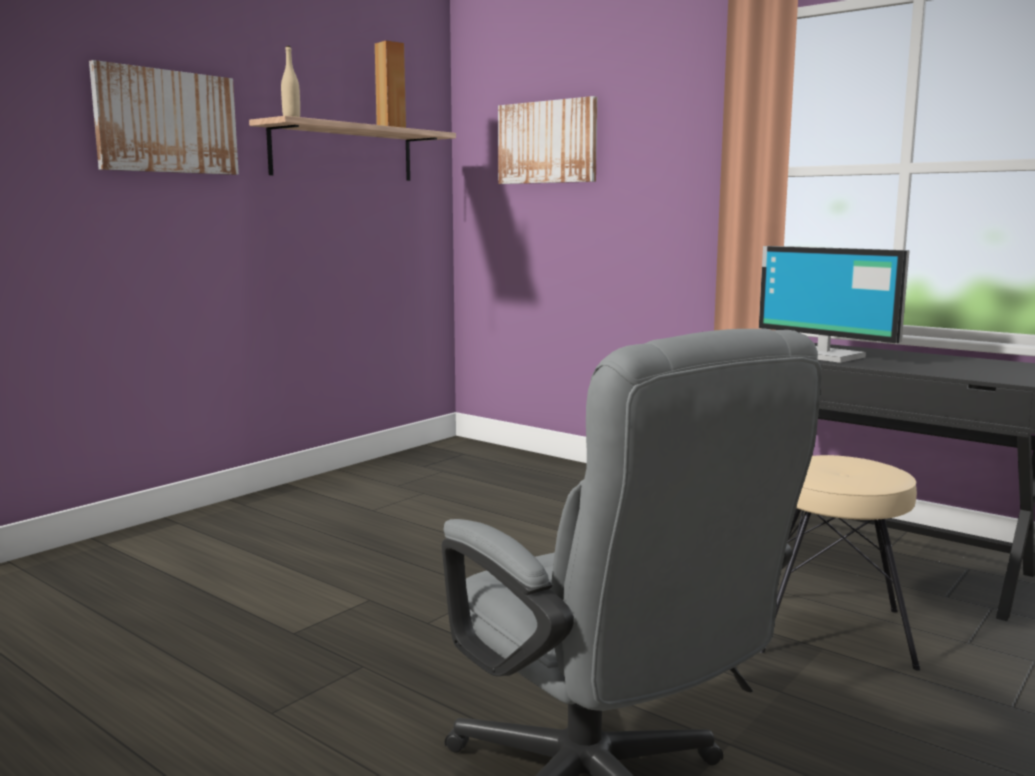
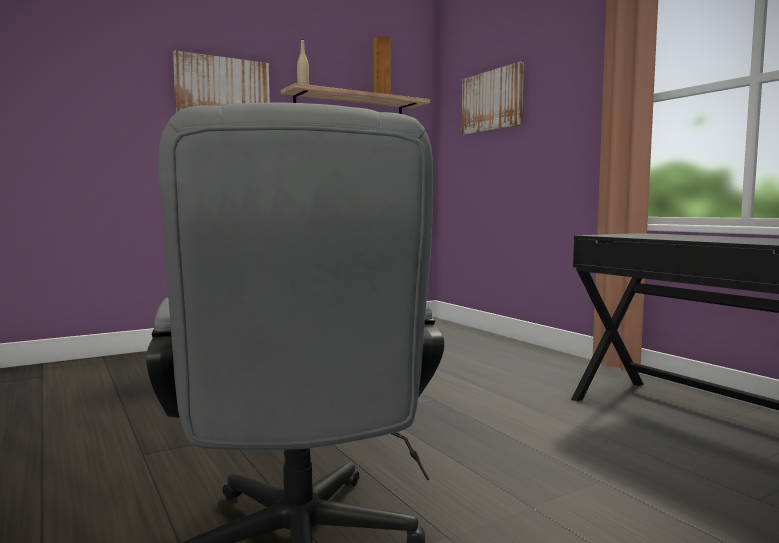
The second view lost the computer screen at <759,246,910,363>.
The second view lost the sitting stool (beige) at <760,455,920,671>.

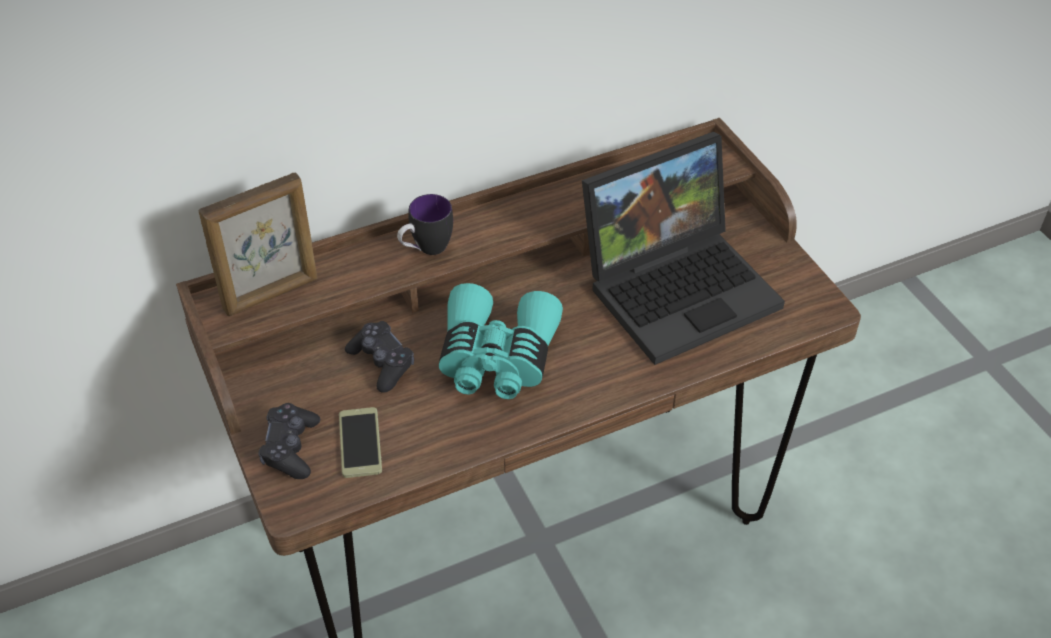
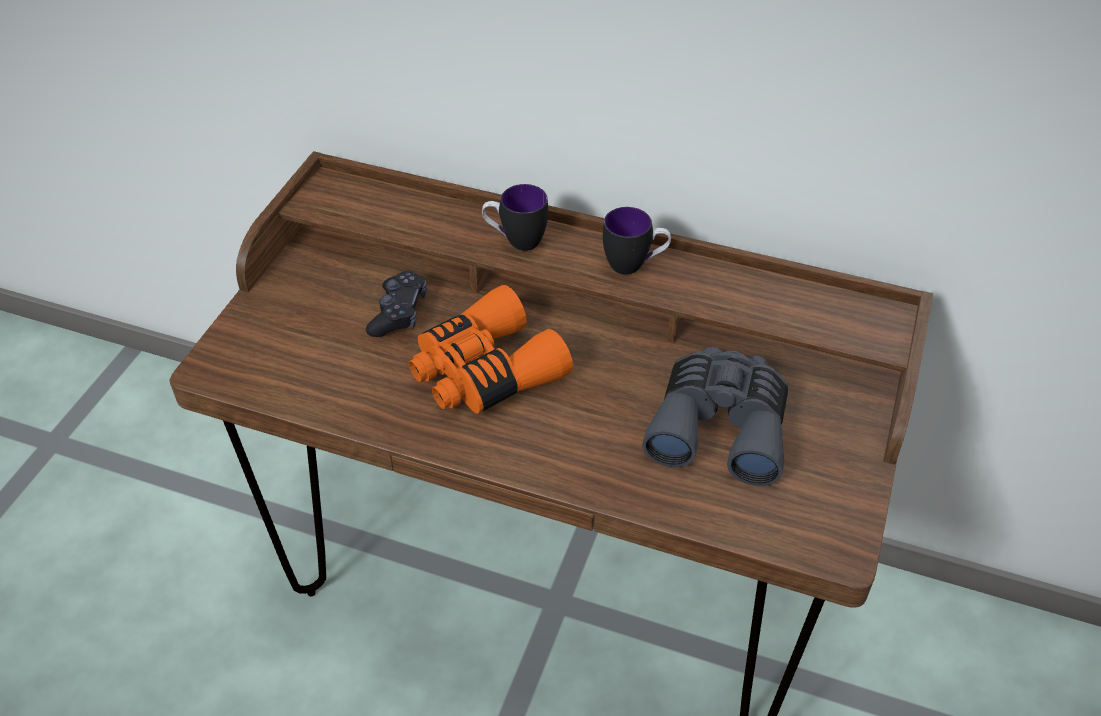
What was the pair of binoculars (blue-green) at <439,283,563,399> turned into the pair of binoculars (orange) at <409,285,573,414>.
The second view gained the coffee mug at <603,207,671,275>.
Where the notebook computer stood at <582,132,785,365>, the pair of binoculars (greyish) came to stand at <642,347,788,486>.
The second view lost the standing frame at <198,172,318,316>.
The second view lost the game controller (blackish) at <258,403,320,479>.
The second view lost the telephone at <339,407,382,478>.

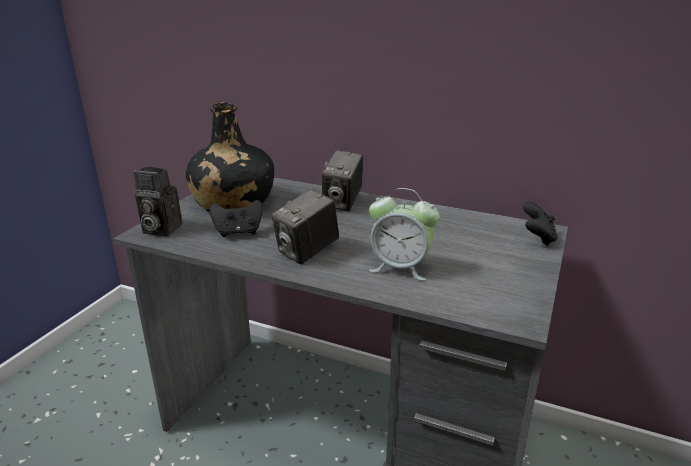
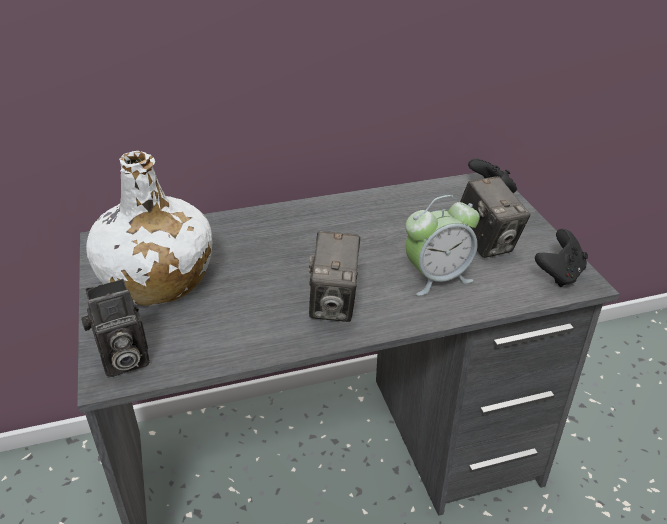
What was the bottle (blackish) at <186,102,274,212> turned into the bottle (white) at <86,151,212,306>.
The photo camera ended up elsewhere, having gone from <322,150,363,211> to <460,176,530,258>.
The game controller (blackish) ended up elsewhere, having gone from <209,200,263,237> to <535,229,588,287>.

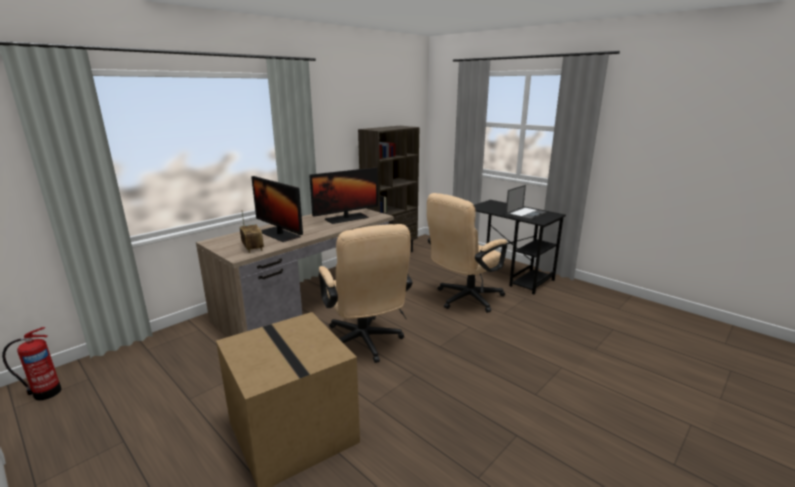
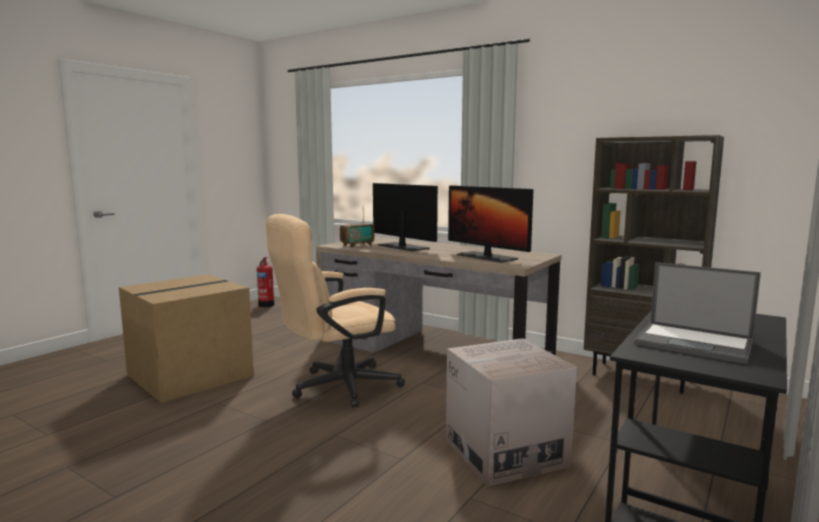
The computer screen at <251,176,303,242> ended up facing another way, 105 degrees clockwise from before.
Where the computer chair (beige) stood at <427,193,507,313>, the carton came to stand at <446,338,577,486>.

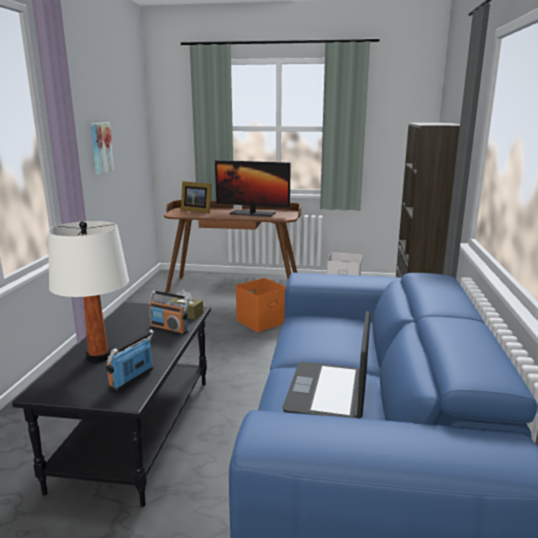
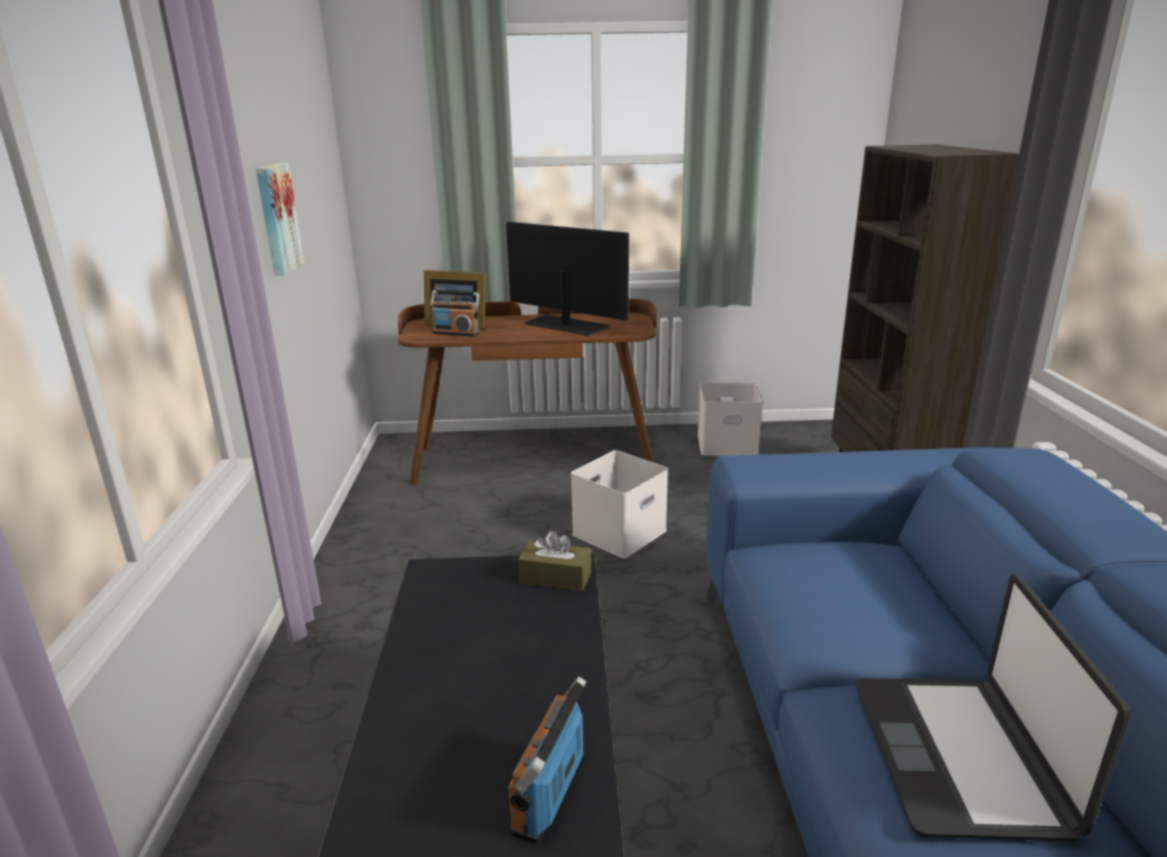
The radio ended up elsewhere, having gone from <149,290,190,335> to <430,290,480,337>.
The computer screen at <215,160,291,217> ended up facing another way, 150 degrees counterclockwise from before.
What was the storage box (orange) at <236,278,286,332> turned into the storage box (white) at <571,450,668,558>.
The second view lost the lamp for a table (white) at <48,221,129,362>.

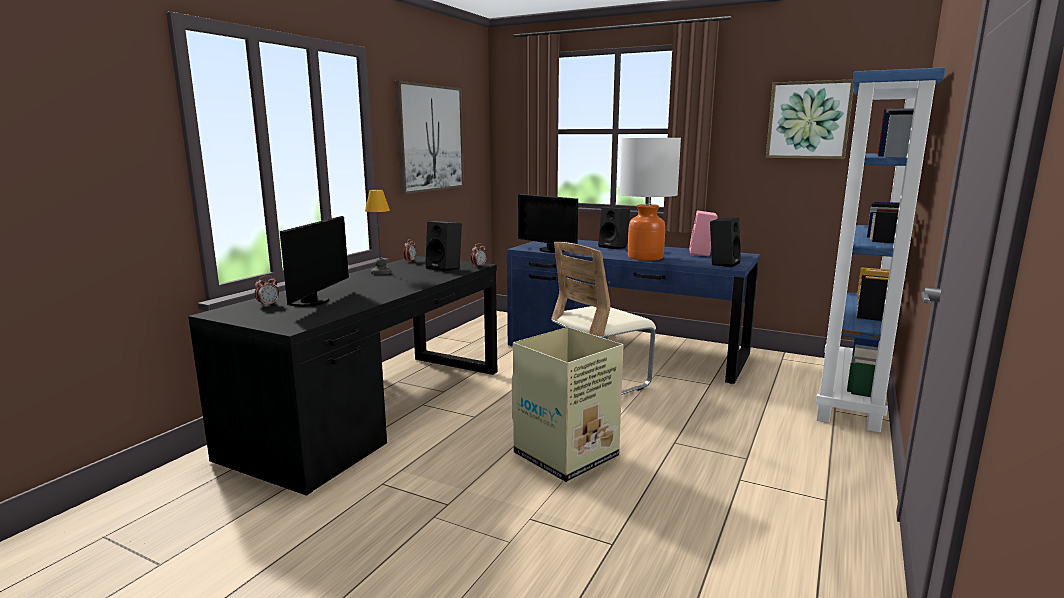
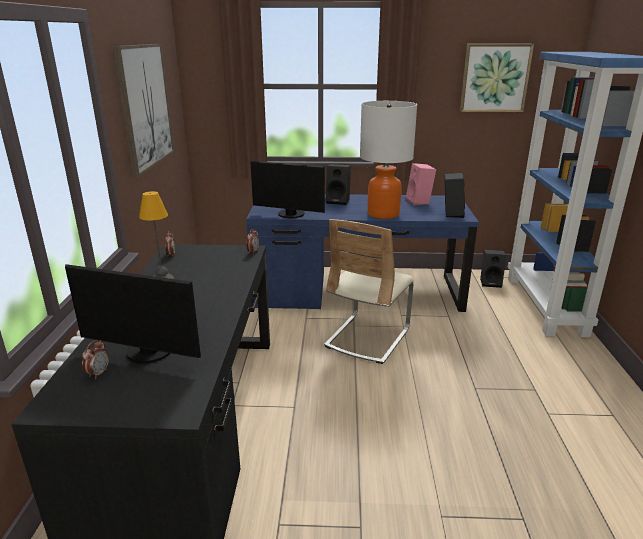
The computer screen at <280,216,349,307> ended up facing another way, 120 degrees clockwise from before.
The loudspeaker (blackish) ended up elsewhere, having gone from <425,221,462,272> to <480,249,506,288>.
The second view lost the carton at <512,327,623,482>.

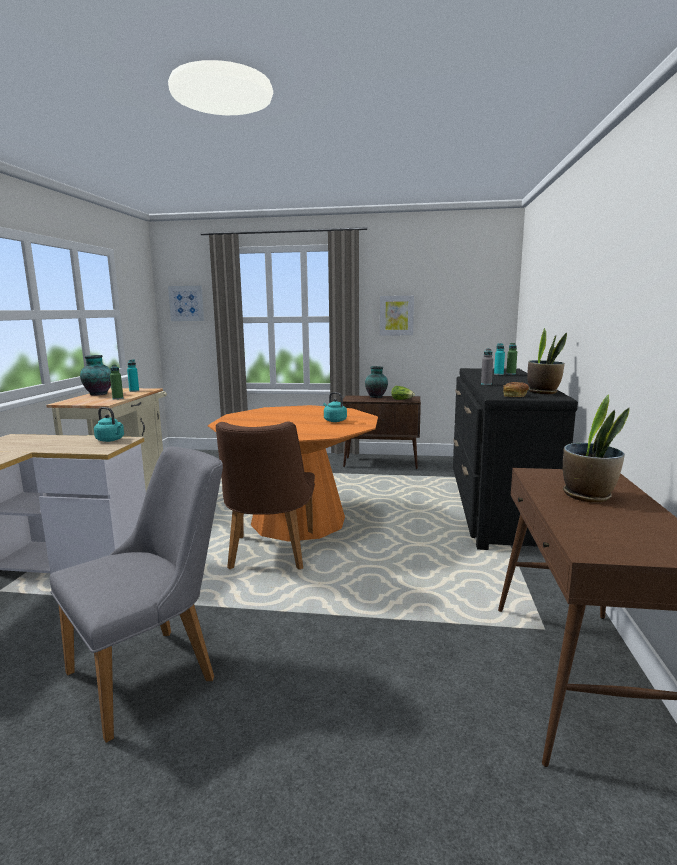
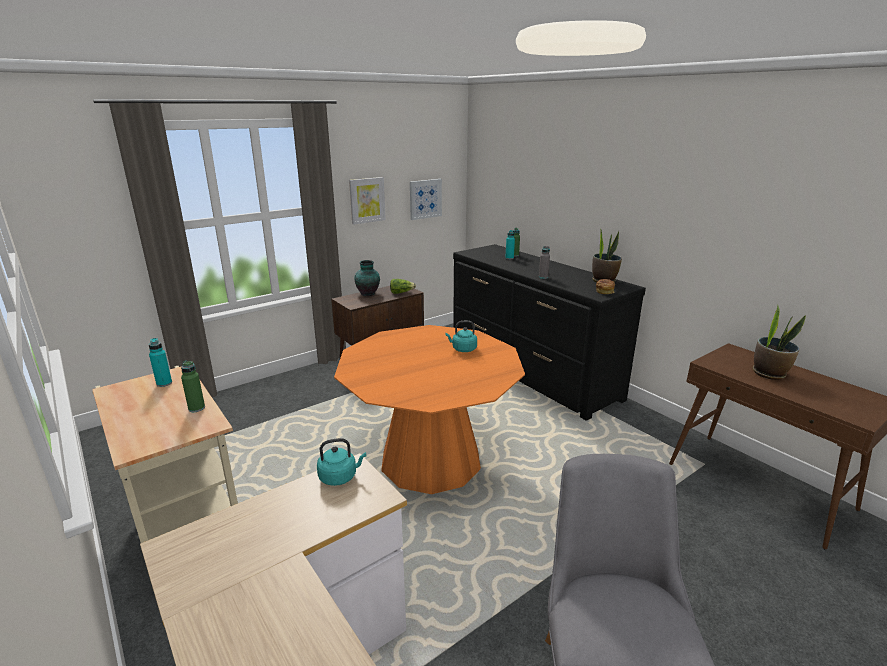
The wall art ended up elsewhere, having gone from <168,286,204,321> to <410,179,442,220>.
The second view lost the vase at <80,355,111,396>.
The second view lost the plain chair (brown) at <216,422,315,570>.

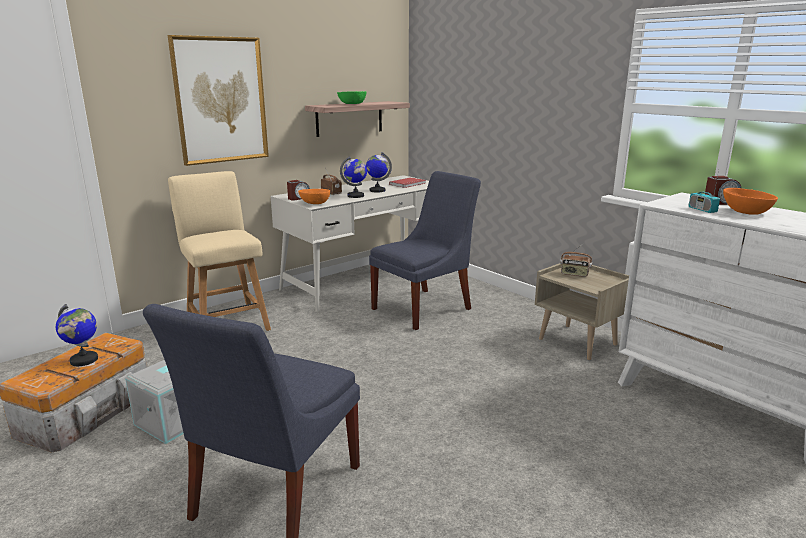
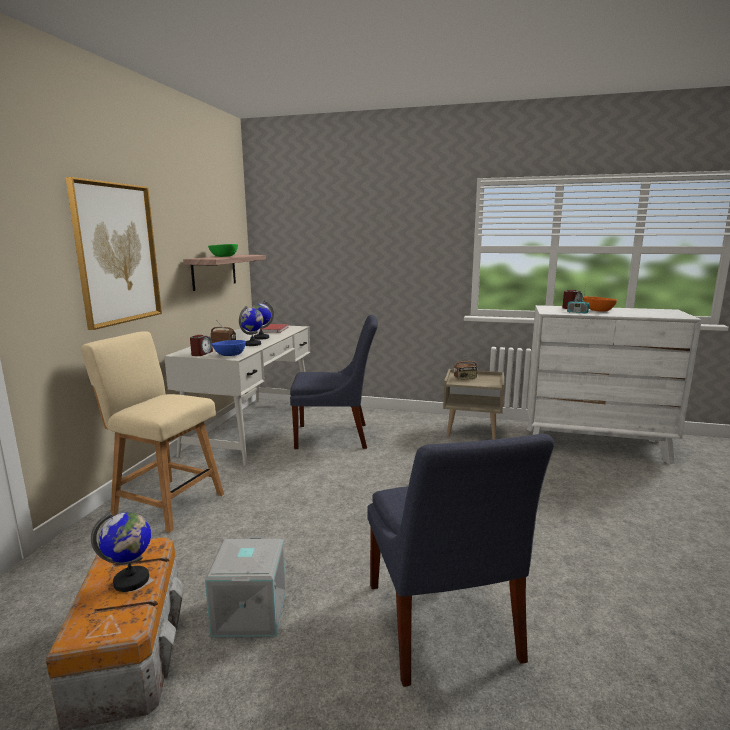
What was the bowl (orange) at <298,189,330,204> turned into the bowl (blue) at <212,340,246,356>.
The plain chair (blue) at <369,171,481,330> ended up facing another way, 75 degrees clockwise from before.

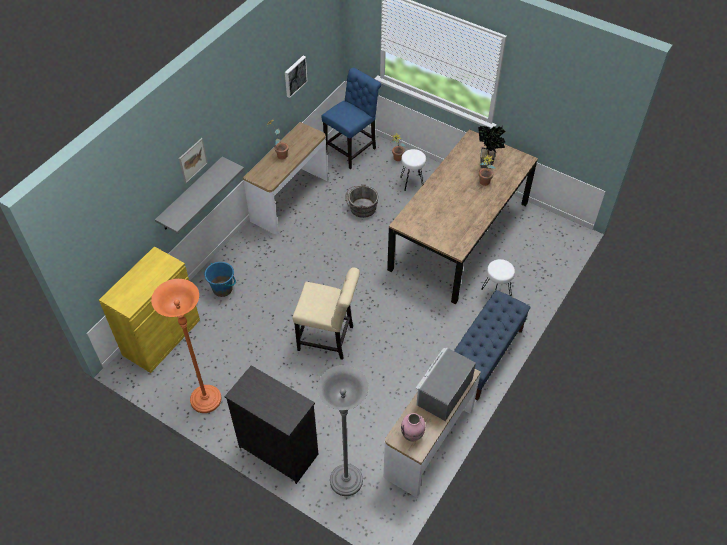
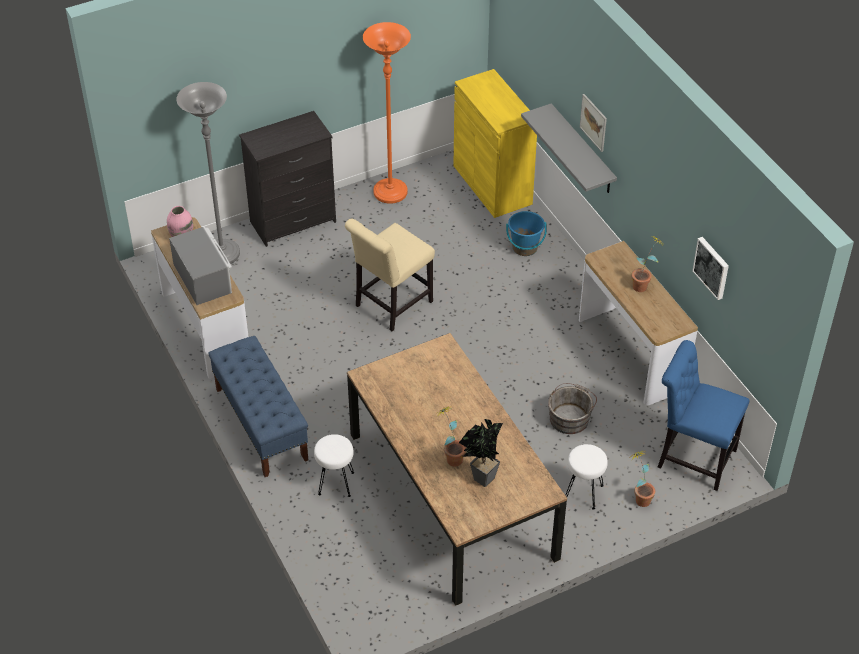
The plain chair (blue) at <321,68,381,169> ended up facing another way, 135 degrees clockwise from before.

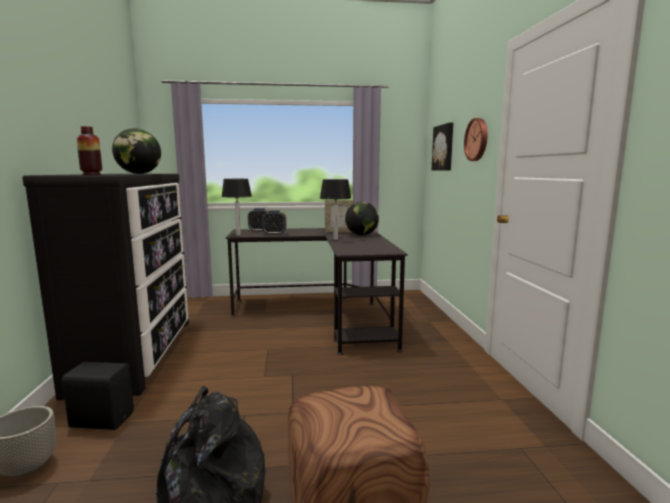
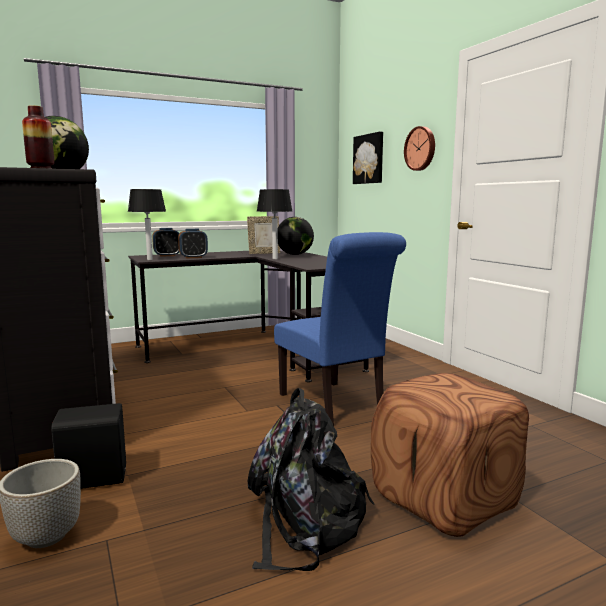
The second view gained the plain chair (blue) at <274,232,406,426>.

